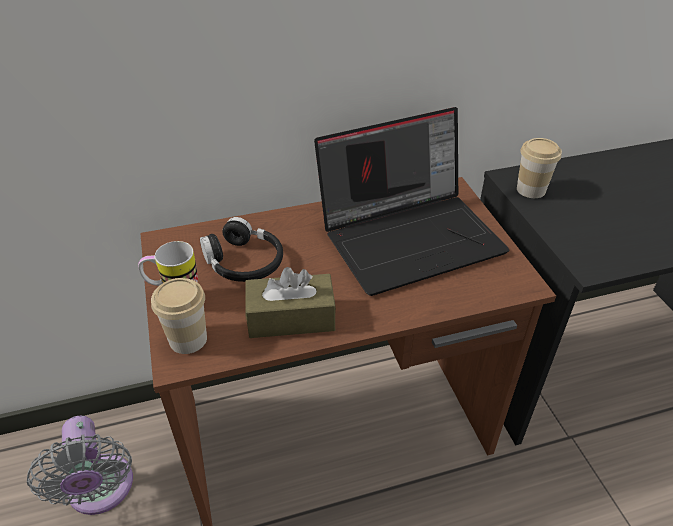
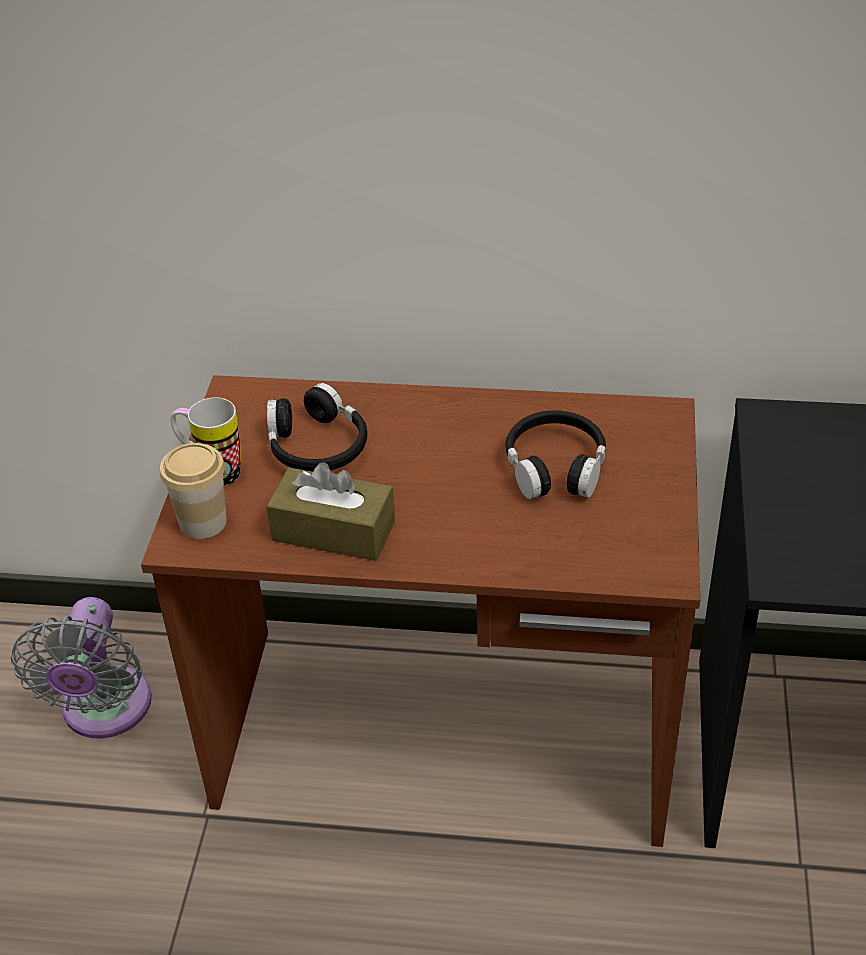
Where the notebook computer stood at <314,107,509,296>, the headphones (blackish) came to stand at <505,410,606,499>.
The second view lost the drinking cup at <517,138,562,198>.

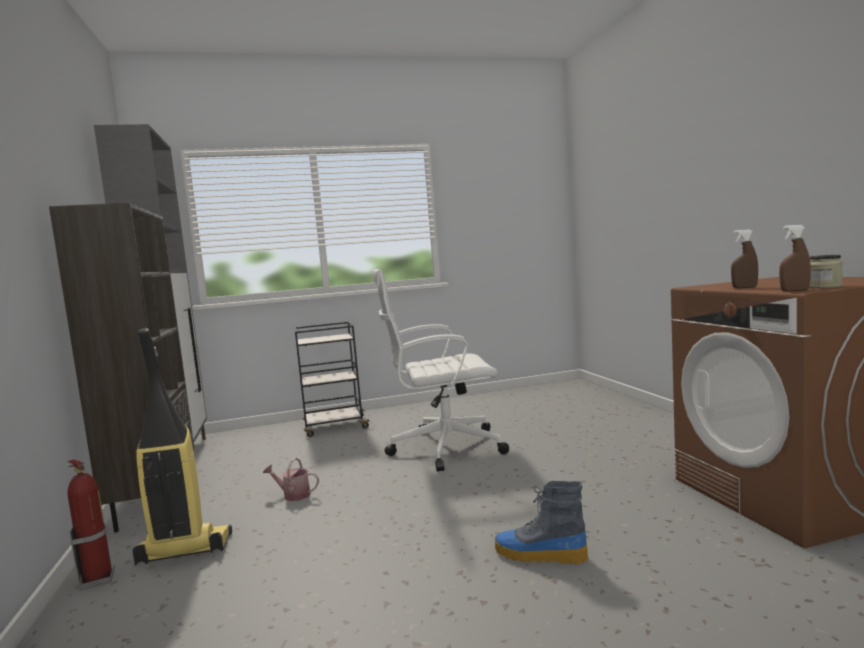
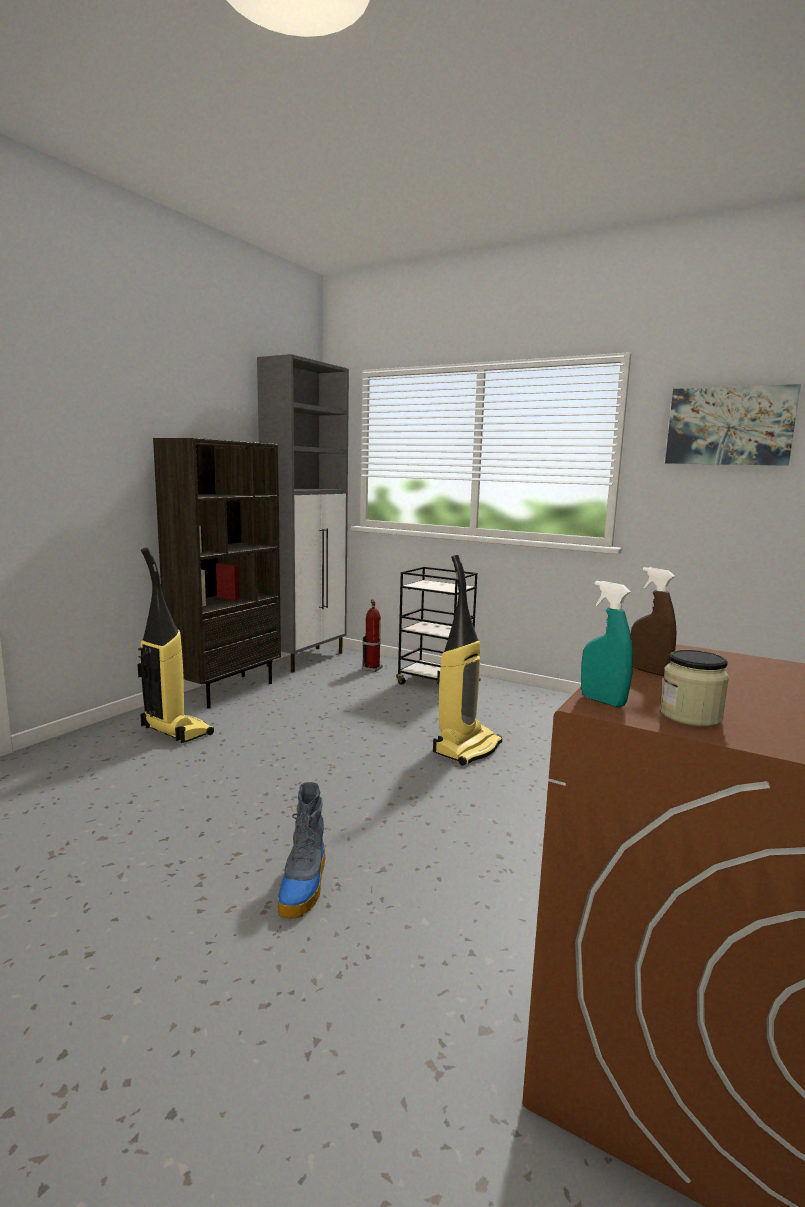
The boot at <495,481,588,564> ended up facing another way, 150 degrees counterclockwise from before.
The fire extinguisher ended up elsewhere, having gone from <67,459,115,590> to <362,599,382,672>.
Where the computer chair (white) stood at <373,269,509,472>, the vacuum came to stand at <433,555,502,766>.
What was the hand sprayer (brown) at <779,225,811,292> turned into the hand sprayer (blue-green) at <581,581,633,708>.
The second view gained the wall art at <665,384,801,466>.
The second view lost the watering pot at <263,458,319,501>.

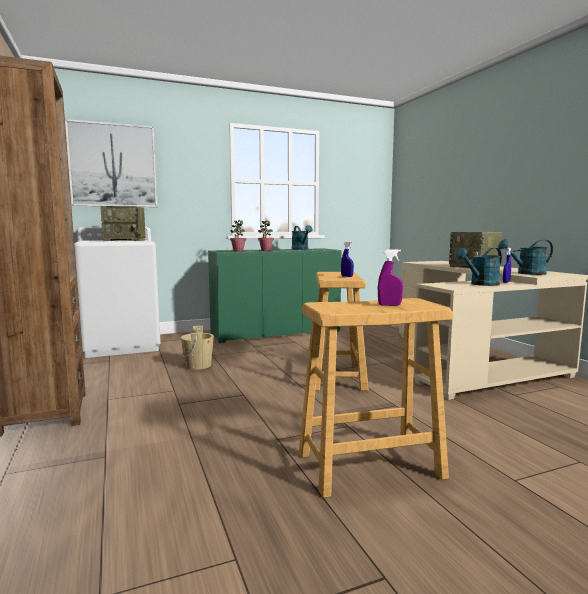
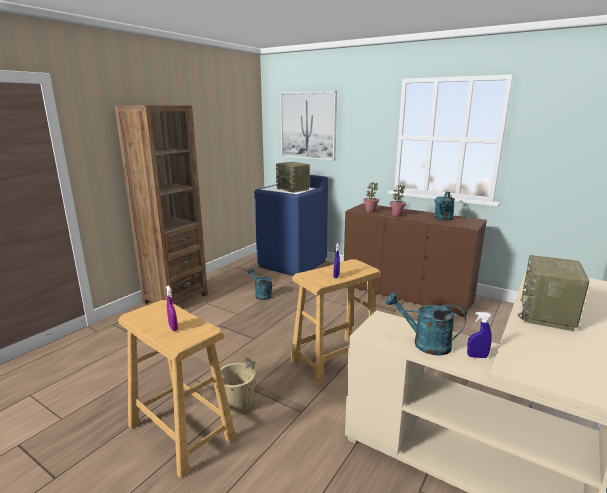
The water bucket (beige) ended up elsewhere, having gone from <181,326,214,370> to <220,356,256,415>.
The watering pot (blue-green) ended up elsewhere, having gone from <498,239,553,275> to <248,268,272,300>.
What was the washing machine (white) at <74,227,161,358> turned into the washing machine (blue) at <254,175,328,276>.
What was the cupboard (green-coloured) at <208,248,342,343> turned into the cupboard (brown) at <344,203,487,317>.

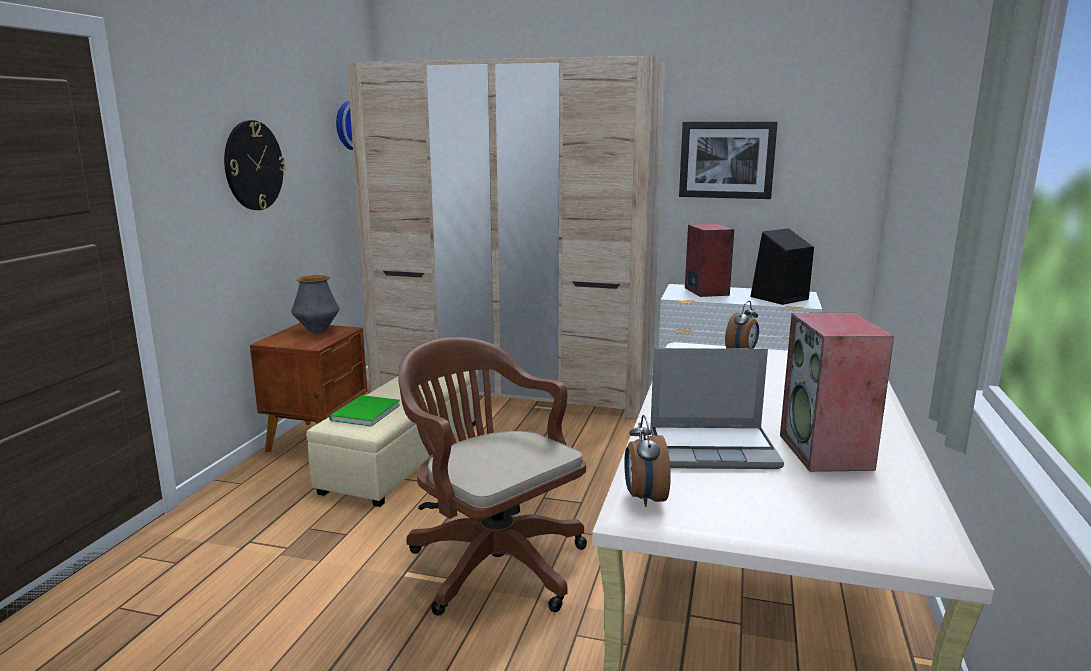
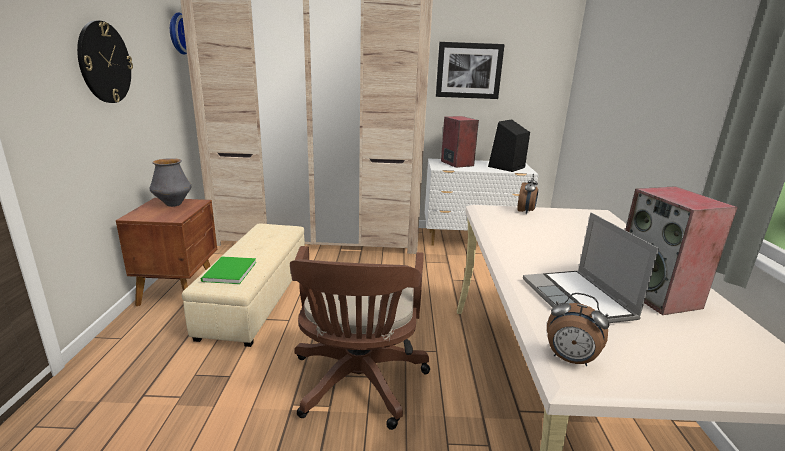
The computer chair (brown) at <398,337,587,615> ended up facing another way, 120 degrees counterclockwise from before.
The notebook computer at <650,348,784,469> ended up facing another way, 90 degrees clockwise from before.
The table clock at <624,415,671,507> ended up facing another way, 45 degrees counterclockwise from before.

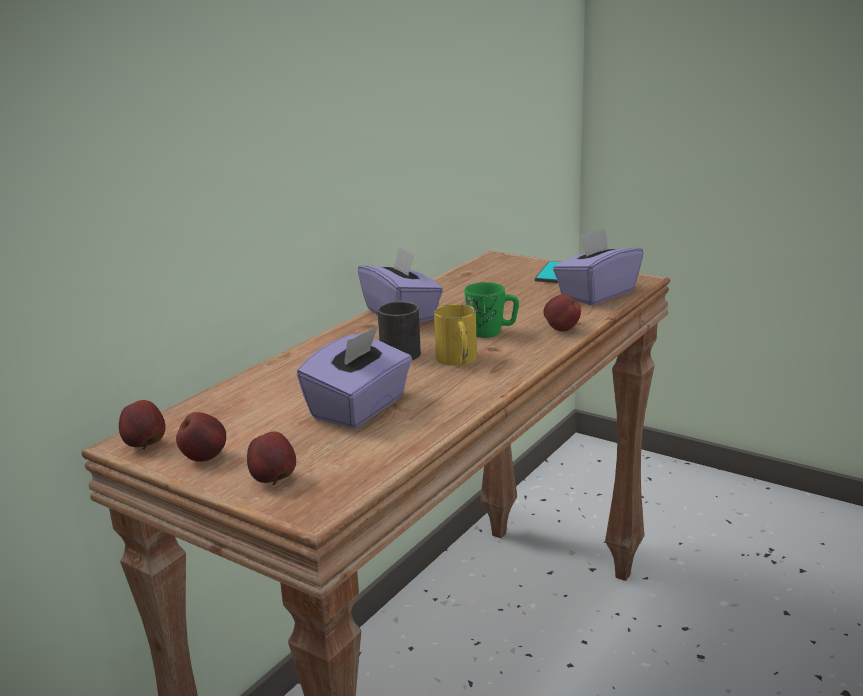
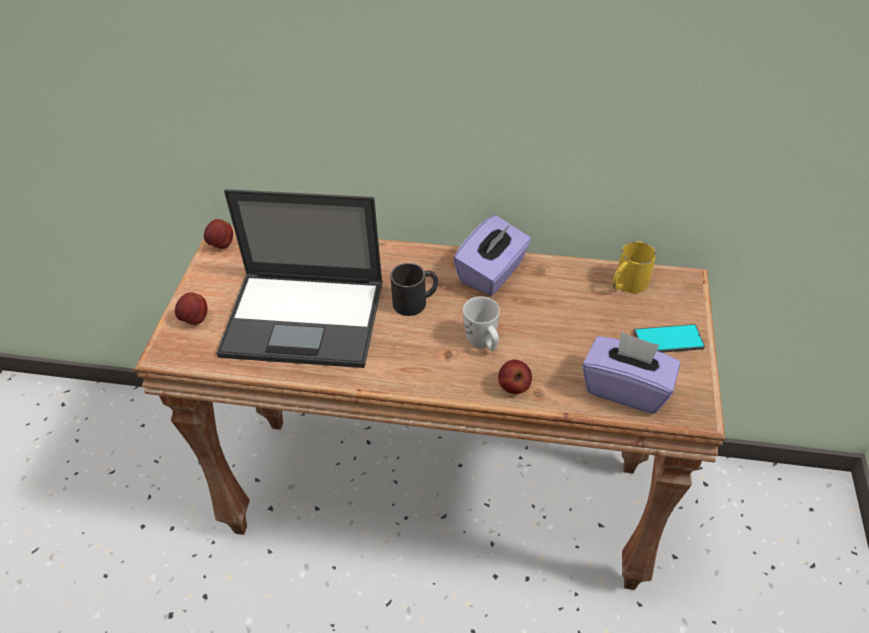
Where the tissue holder (purple-coloured) stood at <297,326,412,429>, the notebook computer came to stand at <216,189,383,368>.
What was the coffee mug (green-coloured) at <465,282,519,338> turned into the coffee mug (white) at <463,296,500,351>.
The coffee mug (yellow) ended up elsewhere, having gone from <434,304,477,366> to <612,241,656,293>.
The second view lost the apple at <176,412,226,462>.

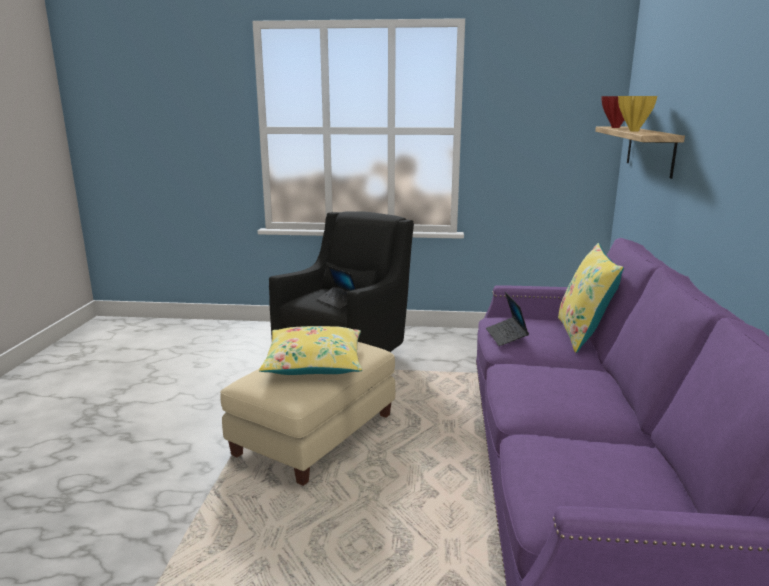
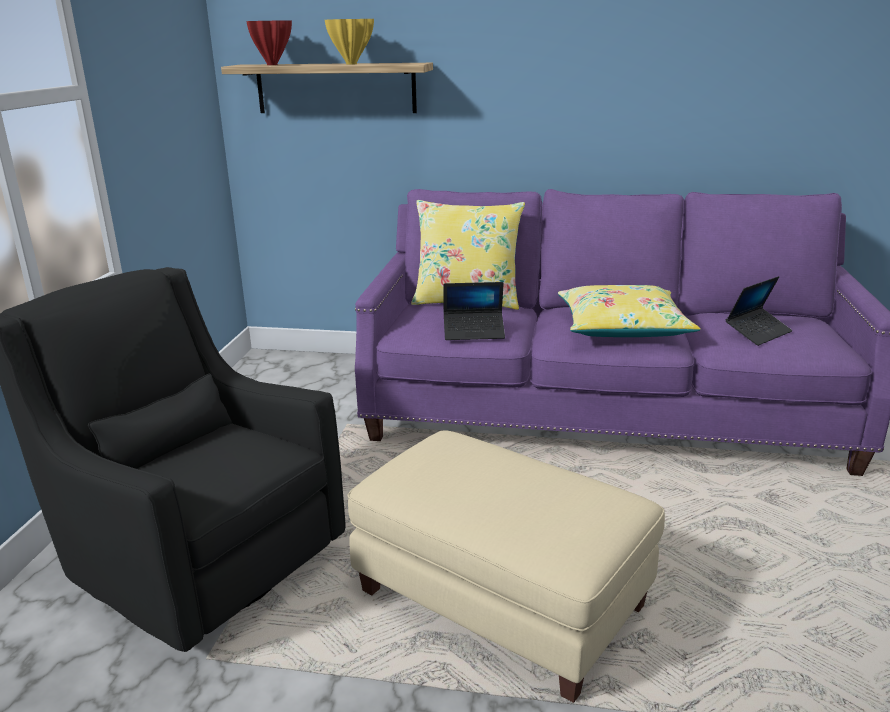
The throw pillow (yellow) ended up elsewhere, having gone from <259,326,362,375> to <558,285,701,337>.
The notebook computer ended up elsewhere, having gone from <317,266,357,309> to <726,276,792,346>.

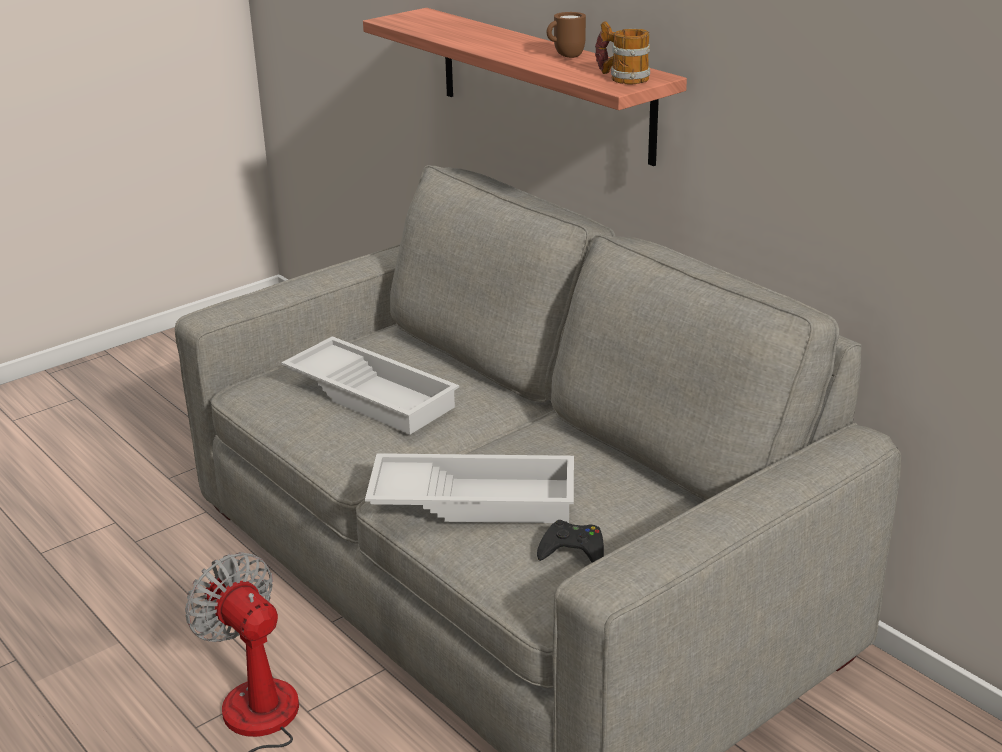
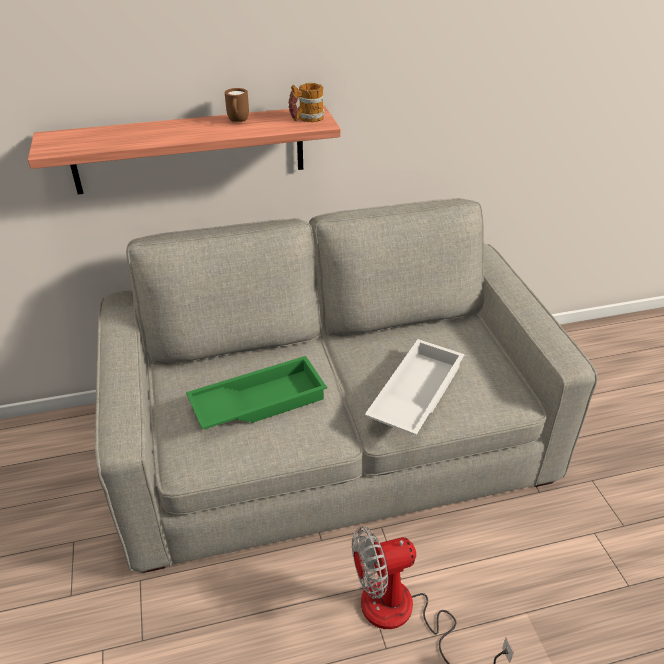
What was the tray (white) at <281,336,459,434> turned into the tray (green-coloured) at <186,356,327,429>.
The second view lost the game controller (blackish) at <537,520,604,563>.

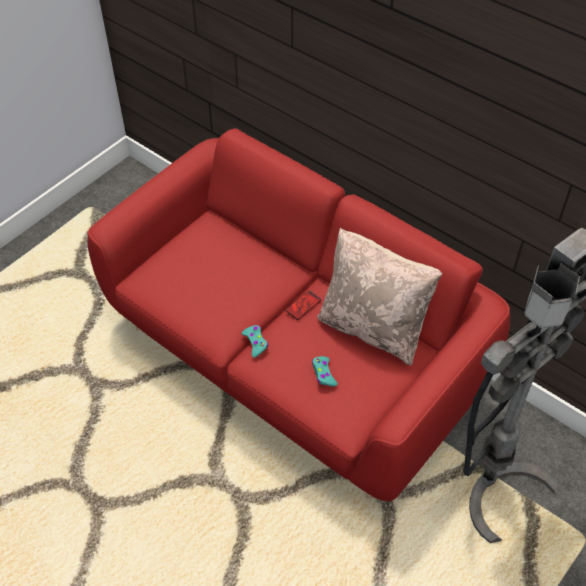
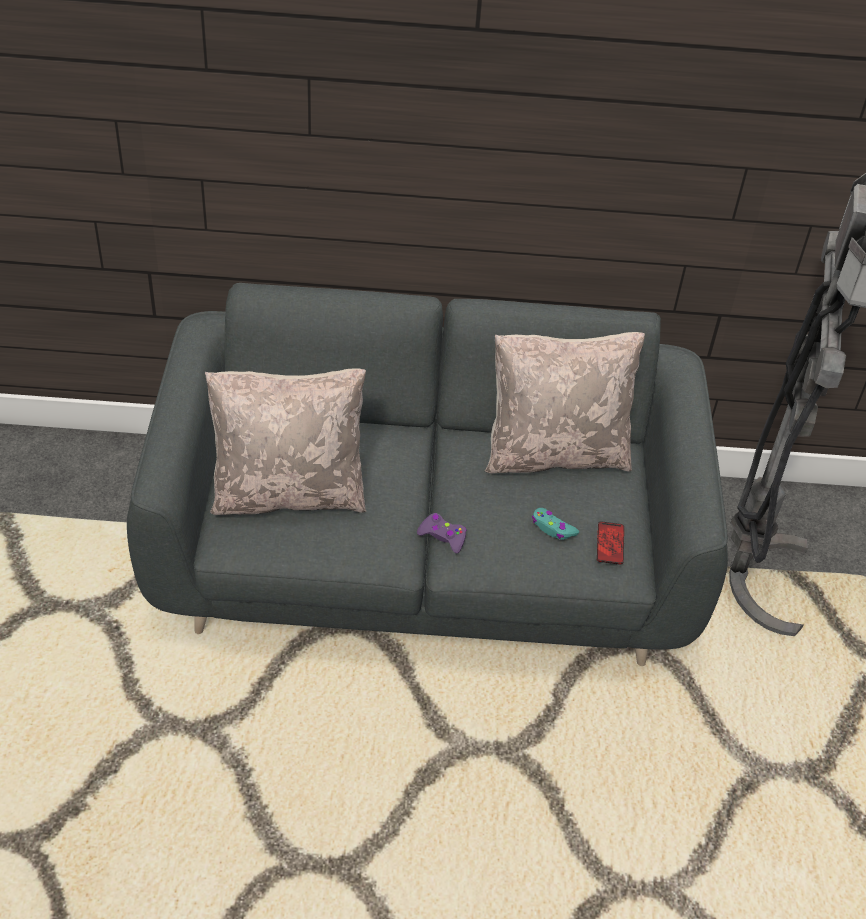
What was the sofa (red-coloured) at <87,128,510,501> turned into the sofa (greyish) at <127,283,728,666>.
The second view gained the throw pillow (beige) at <205,368,366,515>.
What was the game controller (blue-green) at <242,325,268,358> turned into the game controller (purple-coloured) at <417,513,467,554>.
The telephone ended up elsewhere, having gone from <286,291,321,320> to <597,521,624,565>.

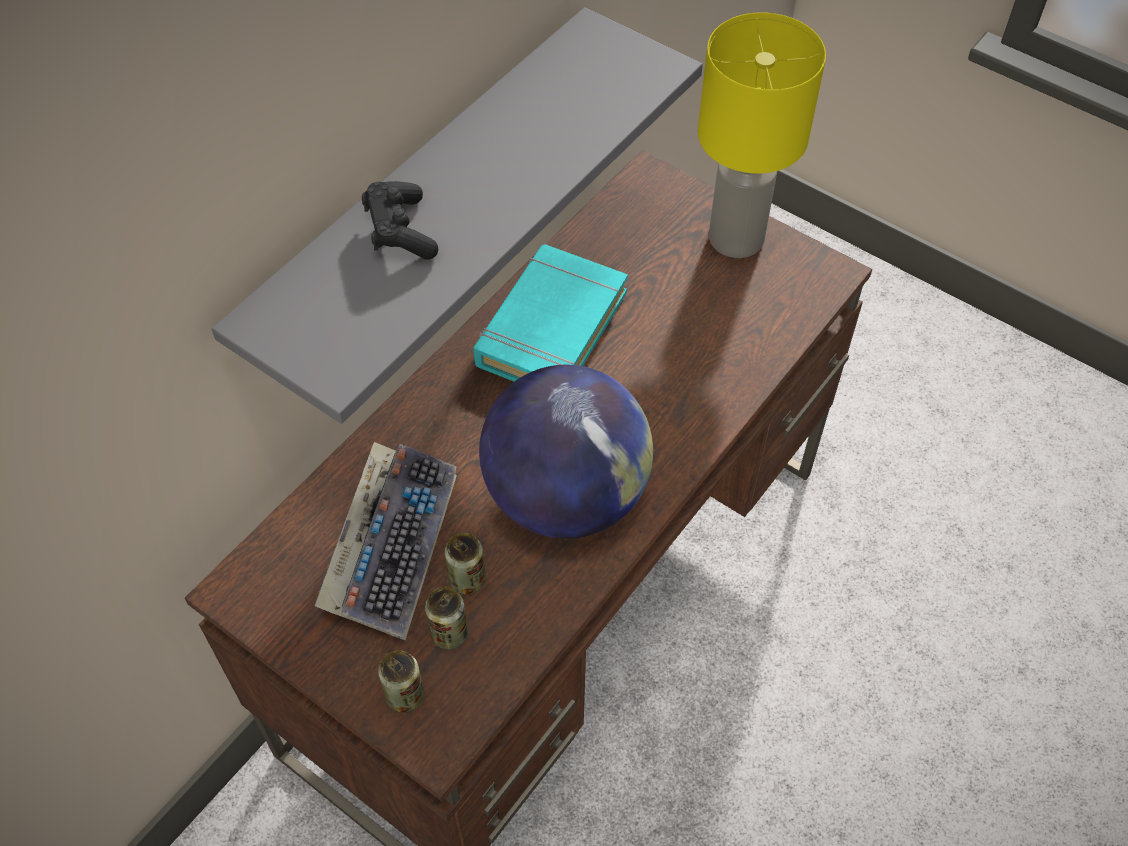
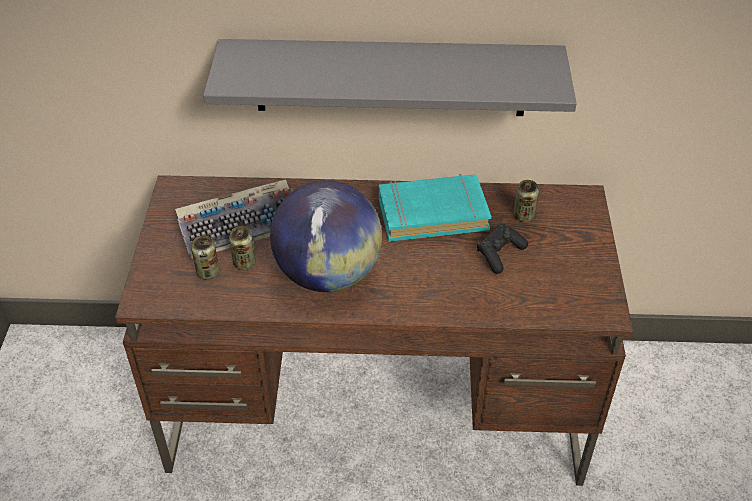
The game controller (blackish) ended up elsewhere, having gone from <362,181,438,260> to <477,224,528,274>.
The sealed can ended up elsewhere, having gone from <378,650,424,713> to <513,180,539,222>.
The second view lost the lamp for a table (yellow) at <698,13,826,258>.

